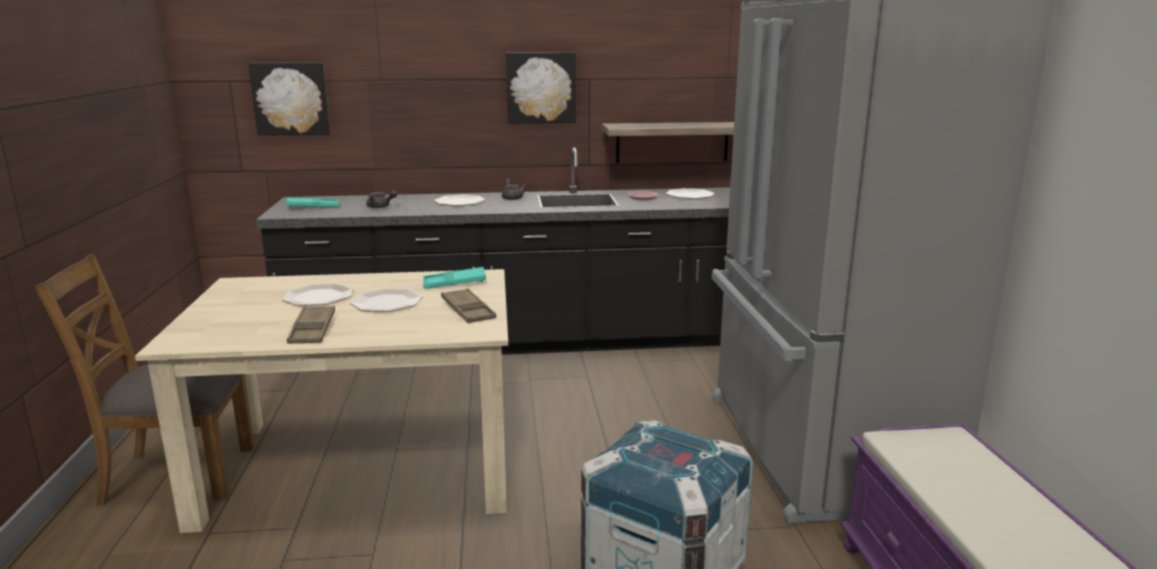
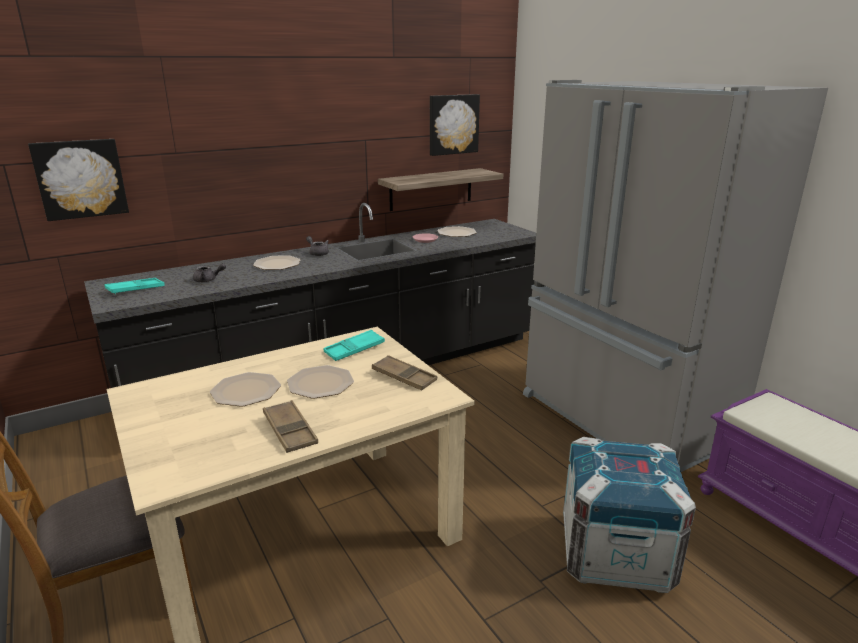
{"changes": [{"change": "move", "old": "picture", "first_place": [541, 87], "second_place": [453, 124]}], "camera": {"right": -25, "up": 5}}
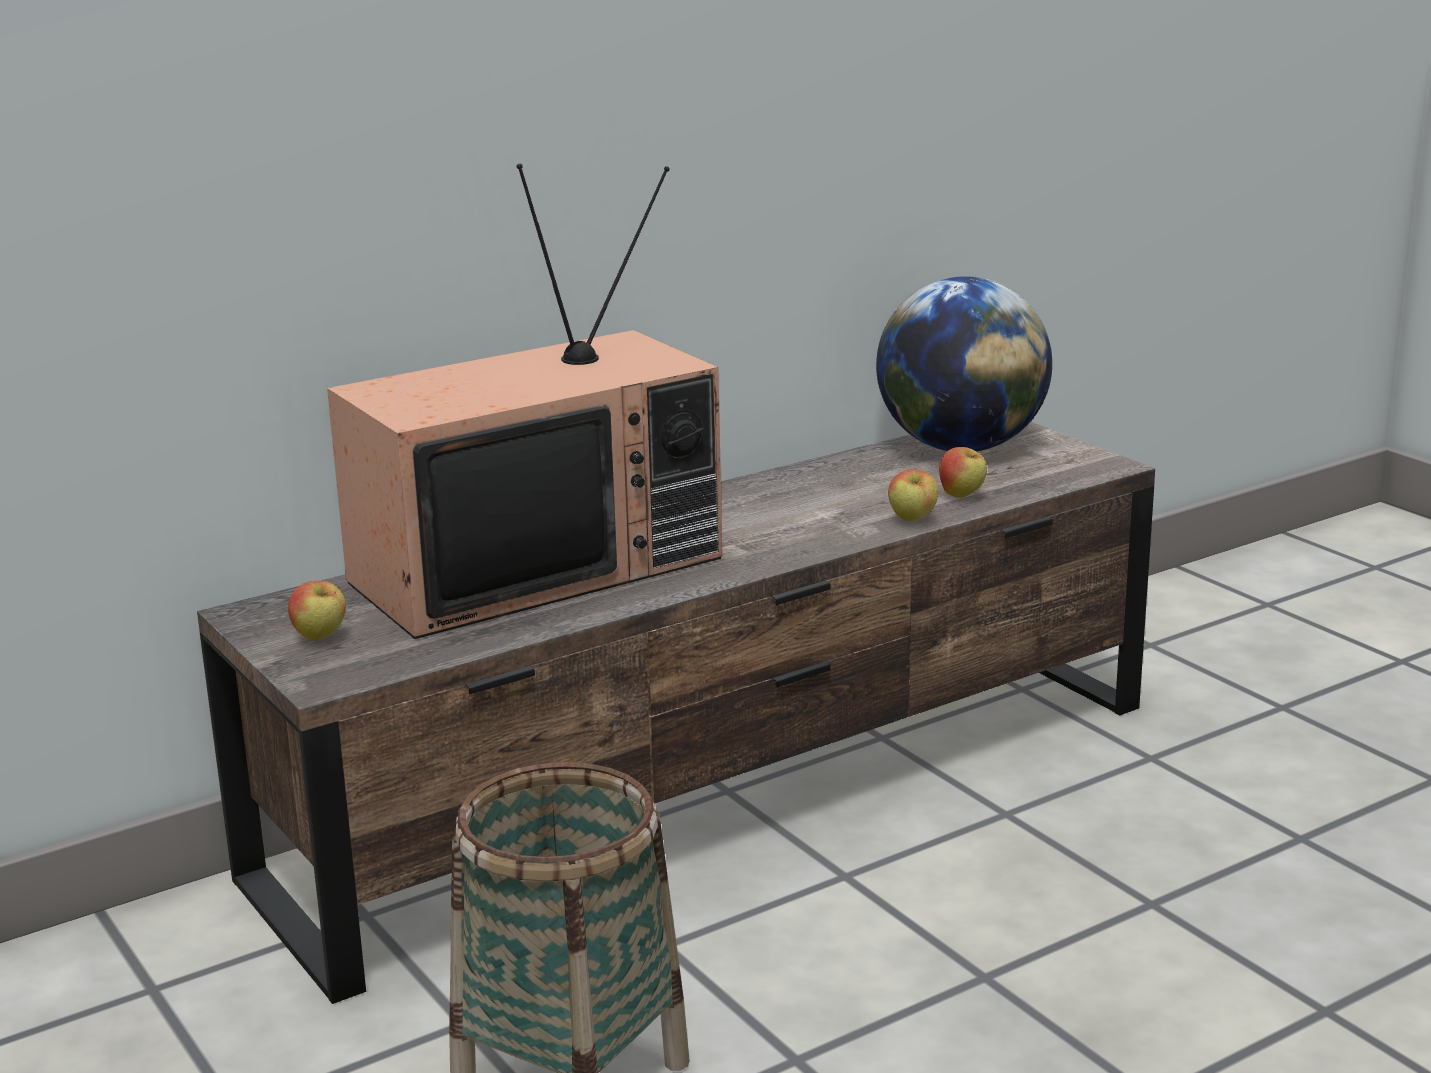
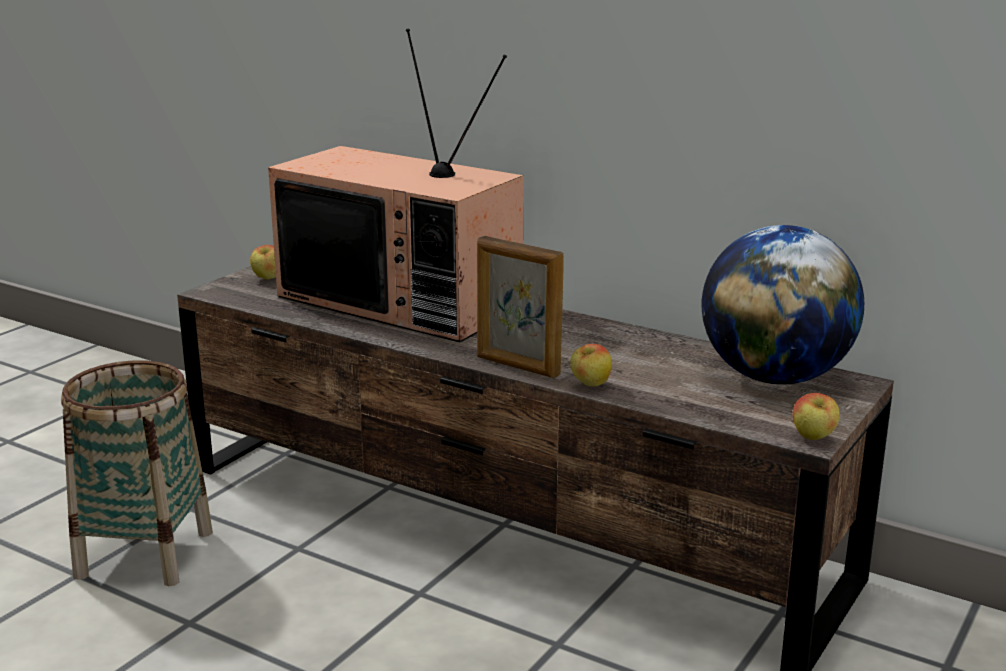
{"changes": [{"change": "insert", "new": "picture frame", "second_place": [517, 366]}, {"change": "move", "old": "apple", "first_place": [962, 496], "second_place": [813, 438]}], "camera": {"right": 65, "up": 0}}
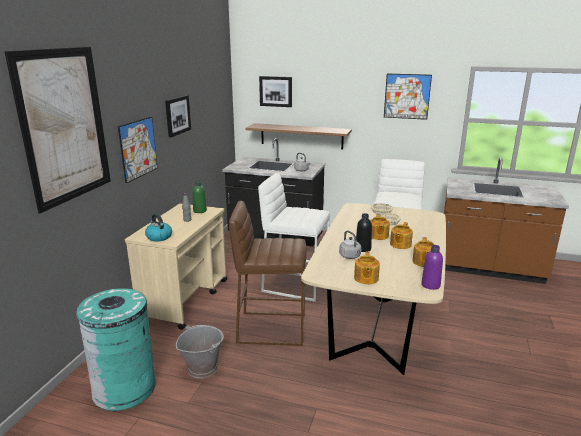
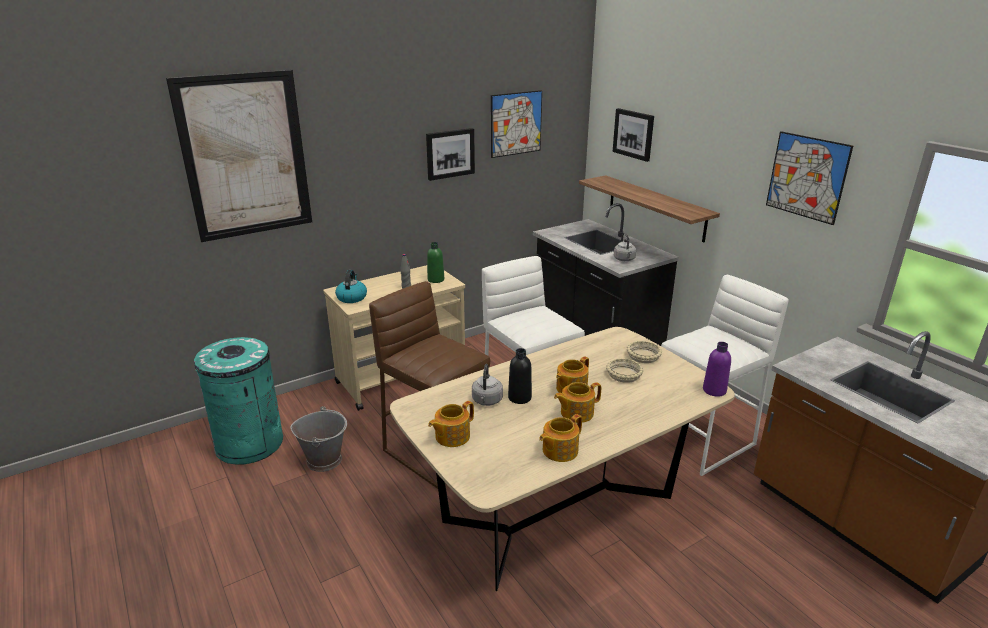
{"changes": [{"change": "move", "old": "picture", "first_place": [138, 148], "second_place": [516, 123]}, {"change": "move", "old": "purple bottle", "first_place": [430, 285], "second_place": [714, 390]}], "camera": {"right": 40, "up": 5}}
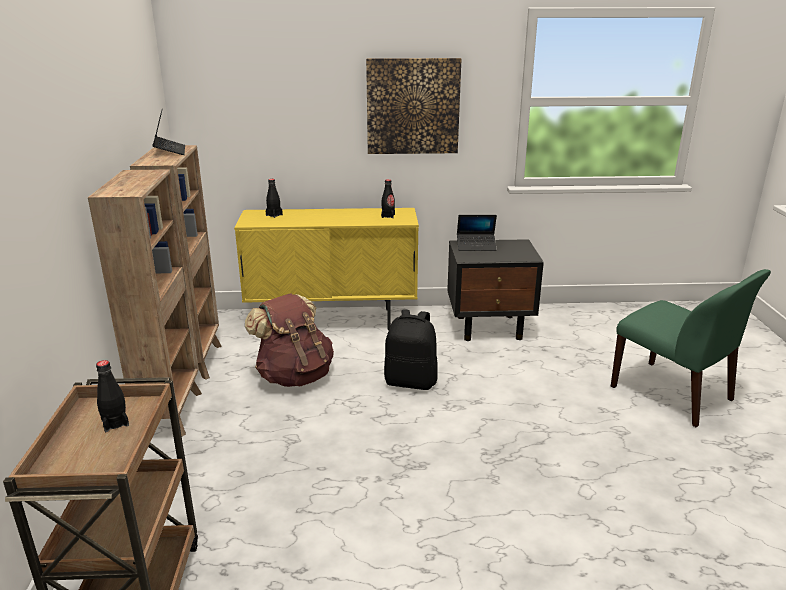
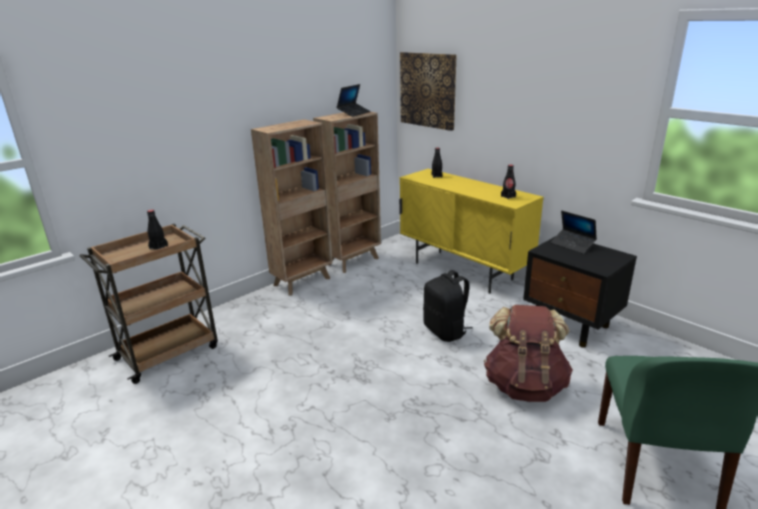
{"changes": [{"change": "move", "old": "picture", "first_place": [413, 106], "second_place": [428, 90]}, {"change": "move", "old": "brown backpack", "first_place": [294, 376], "second_place": [524, 386]}], "camera": {"right": 50, "up": 0}}
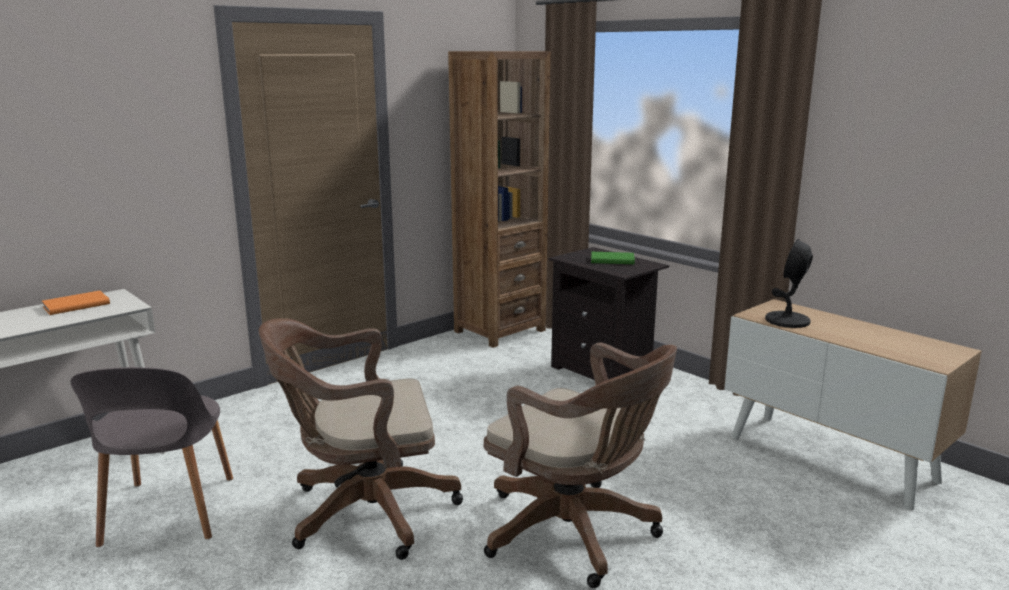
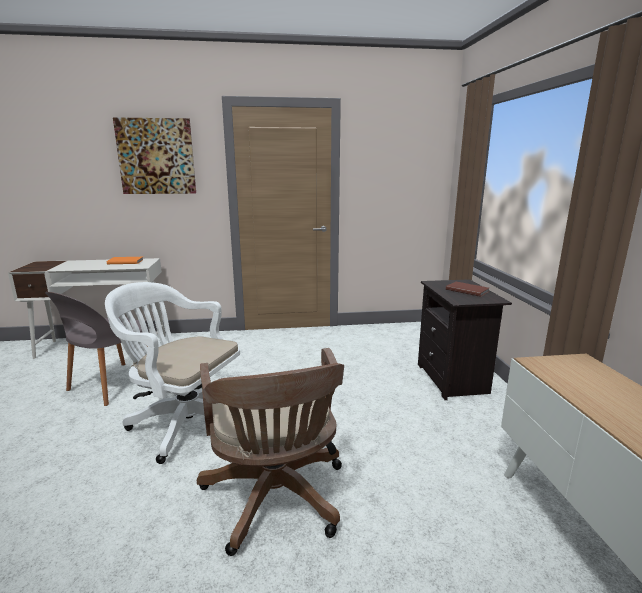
{"changes": [{"change": "recolor", "old": "brown office chair", "new": "white office chair", "first_place": [363, 513], "second_place": [184, 422]}, {"change": "insert", "new": "picture", "second_place": [156, 156]}, {"change": "recolor", "old": "green book", "new": "brown book", "first_place": [611, 260], "second_place": [467, 290]}, {"change": "delete", "old": "brown bookcase", "first_place": [499, 331]}, {"change": "delete", "old": "black table lamp", "first_place": [787, 320]}], "camera": {"right": 35, "up": 0}}
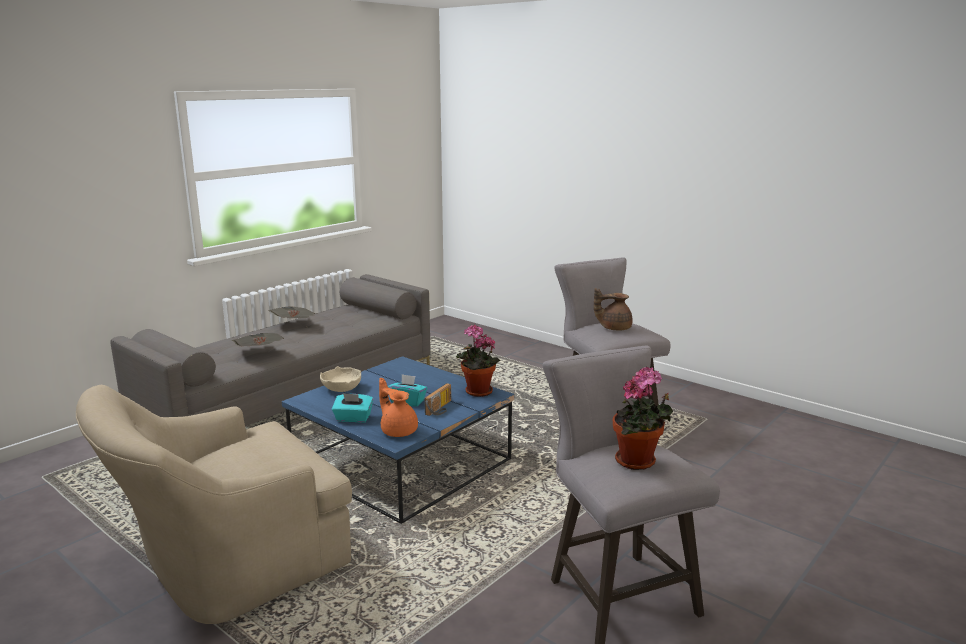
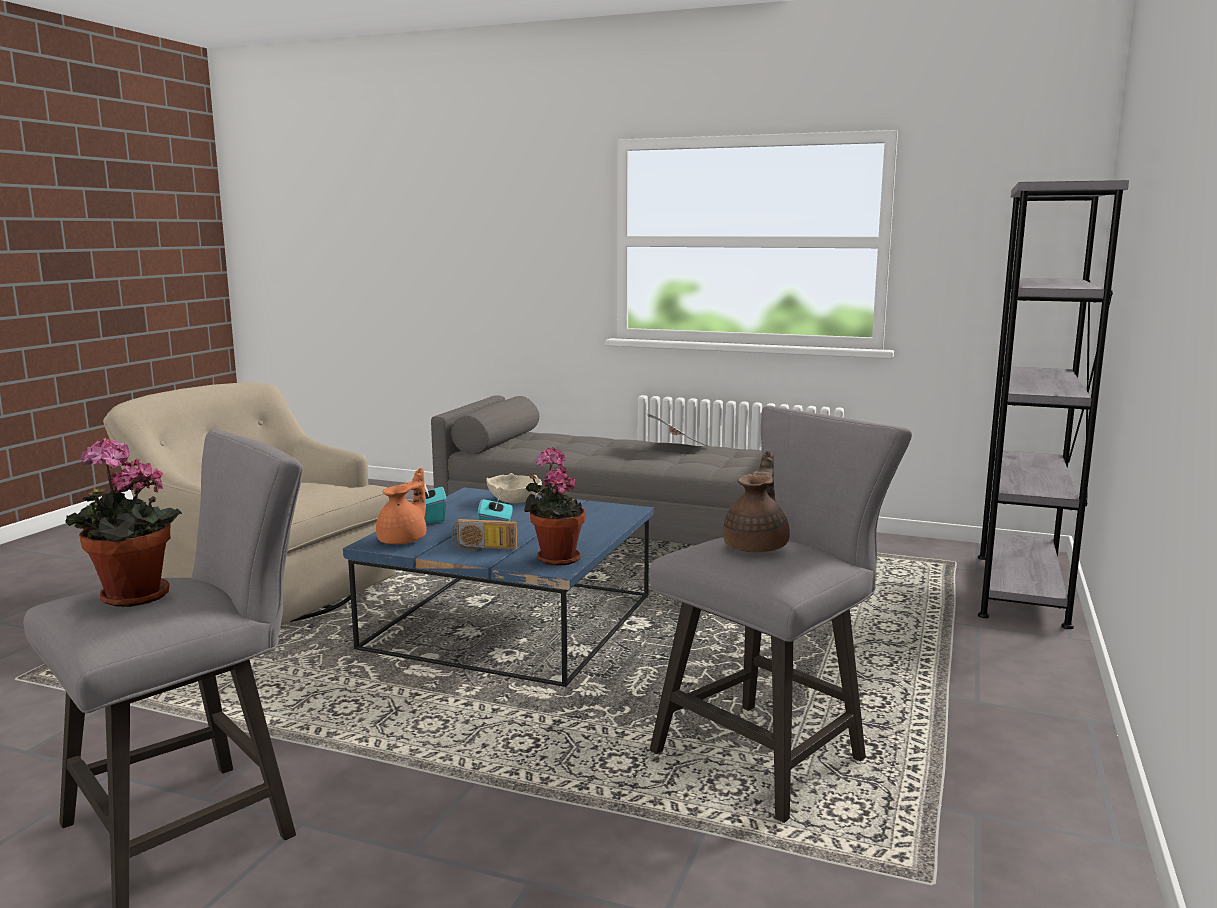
{"changes": [{"change": "rotate", "old": "brown teapot", "first_place": [613, 328], "second_place": [757, 546], "degrees": 45}, {"change": "insert", "new": "grey bookcase", "second_place": [1020, 589]}, {"change": "delete", "old": "newspaper", "first_place": [260, 353]}], "camera": {"right": 70, "up": -5}}
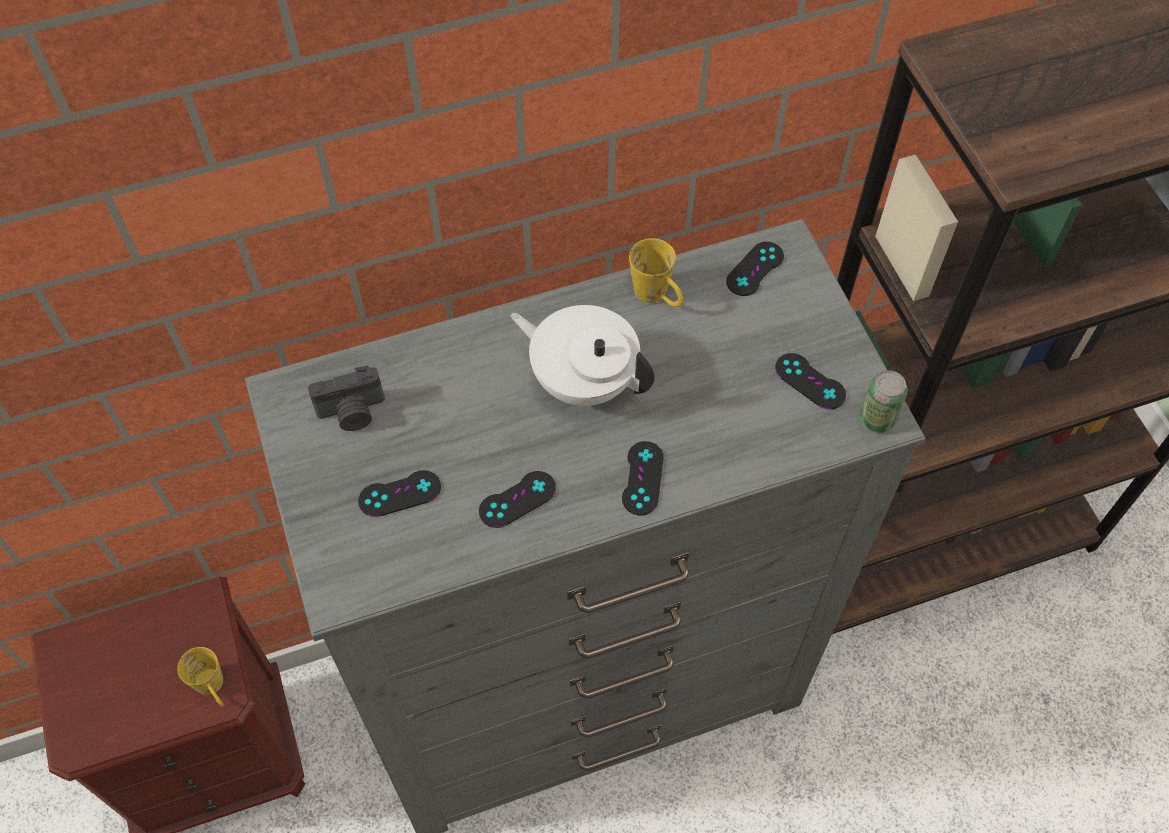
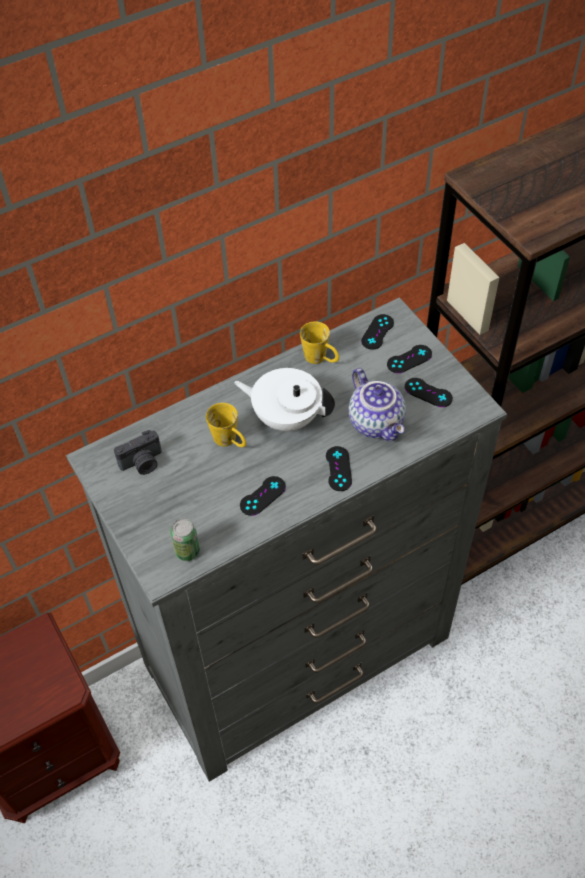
{"changes": [{"change": "move", "old": "can", "first_place": [876, 419], "second_place": [187, 551]}, {"change": "move", "old": "yellow mug", "first_place": [214, 689], "second_place": [230, 441]}, {"change": "insert", "new": "teapot", "second_place": [377, 422]}, {"change": "move", "old": "black game controller", "first_place": [399, 494], "second_place": [409, 359]}], "camera": {"right": -10, "up": -5}}
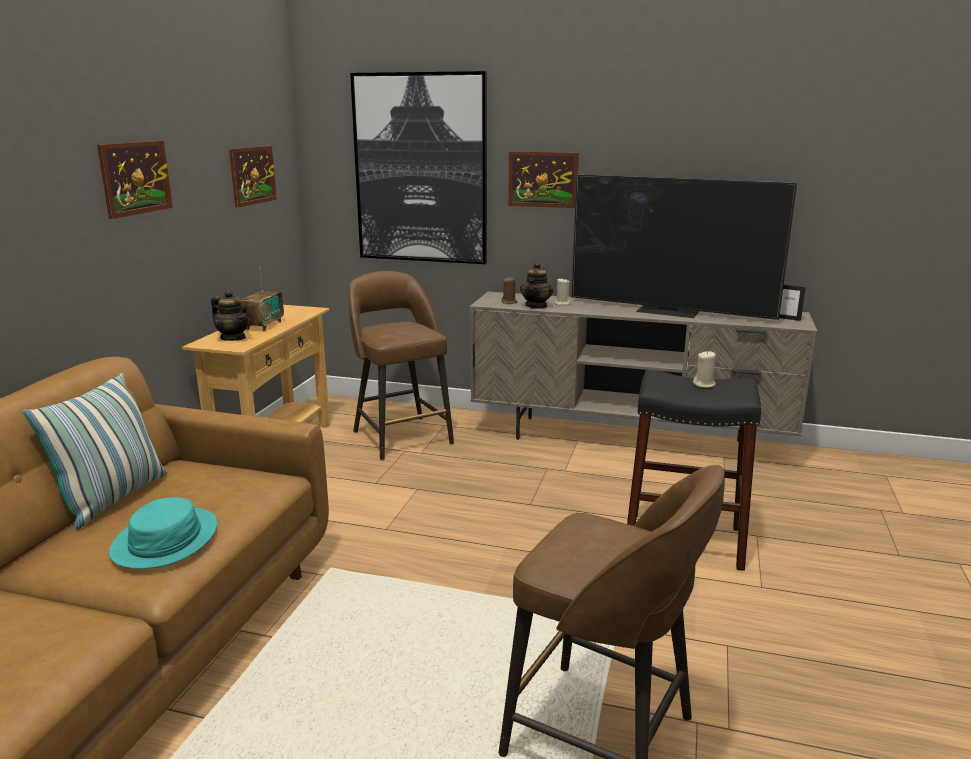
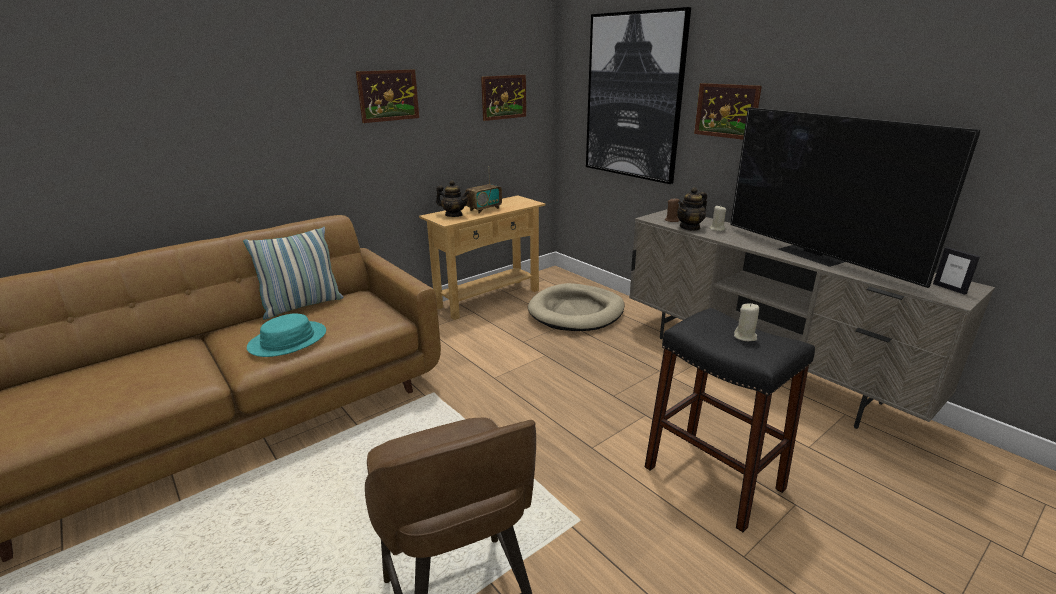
{"changes": [{"change": "rotate", "old": "teapot", "first_place": [233, 338], "second_place": [454, 215], "degrees": -45}, {"change": "replace", "old": "brown stool", "new": "beige dog bed", "first_place": [401, 436], "second_place": [576, 312]}], "camera": {"right": 35, "up": 5}}
